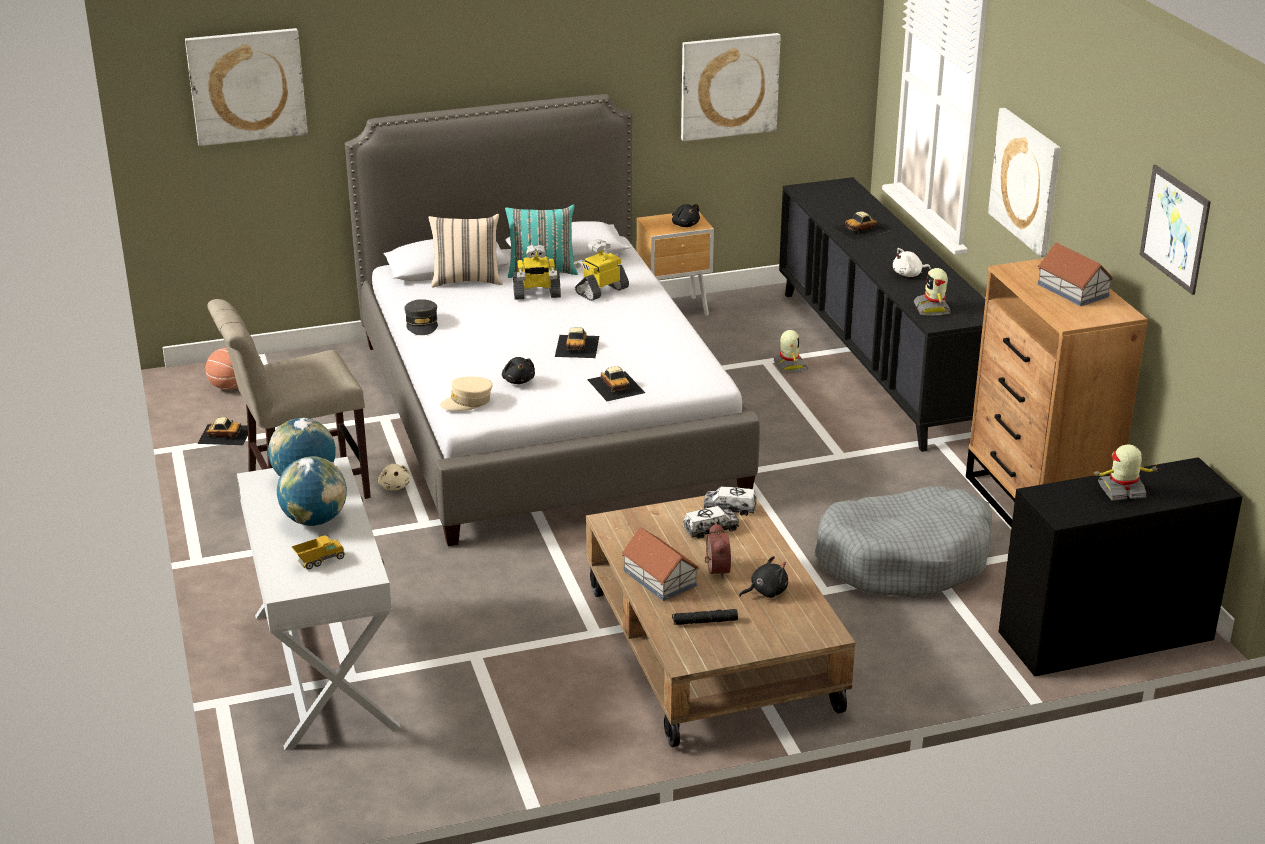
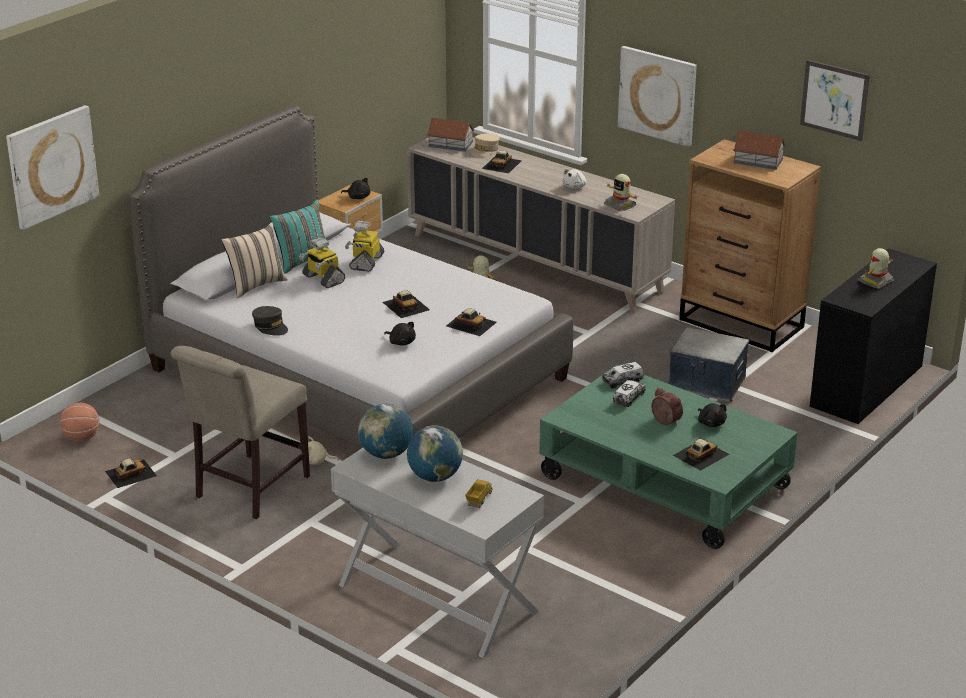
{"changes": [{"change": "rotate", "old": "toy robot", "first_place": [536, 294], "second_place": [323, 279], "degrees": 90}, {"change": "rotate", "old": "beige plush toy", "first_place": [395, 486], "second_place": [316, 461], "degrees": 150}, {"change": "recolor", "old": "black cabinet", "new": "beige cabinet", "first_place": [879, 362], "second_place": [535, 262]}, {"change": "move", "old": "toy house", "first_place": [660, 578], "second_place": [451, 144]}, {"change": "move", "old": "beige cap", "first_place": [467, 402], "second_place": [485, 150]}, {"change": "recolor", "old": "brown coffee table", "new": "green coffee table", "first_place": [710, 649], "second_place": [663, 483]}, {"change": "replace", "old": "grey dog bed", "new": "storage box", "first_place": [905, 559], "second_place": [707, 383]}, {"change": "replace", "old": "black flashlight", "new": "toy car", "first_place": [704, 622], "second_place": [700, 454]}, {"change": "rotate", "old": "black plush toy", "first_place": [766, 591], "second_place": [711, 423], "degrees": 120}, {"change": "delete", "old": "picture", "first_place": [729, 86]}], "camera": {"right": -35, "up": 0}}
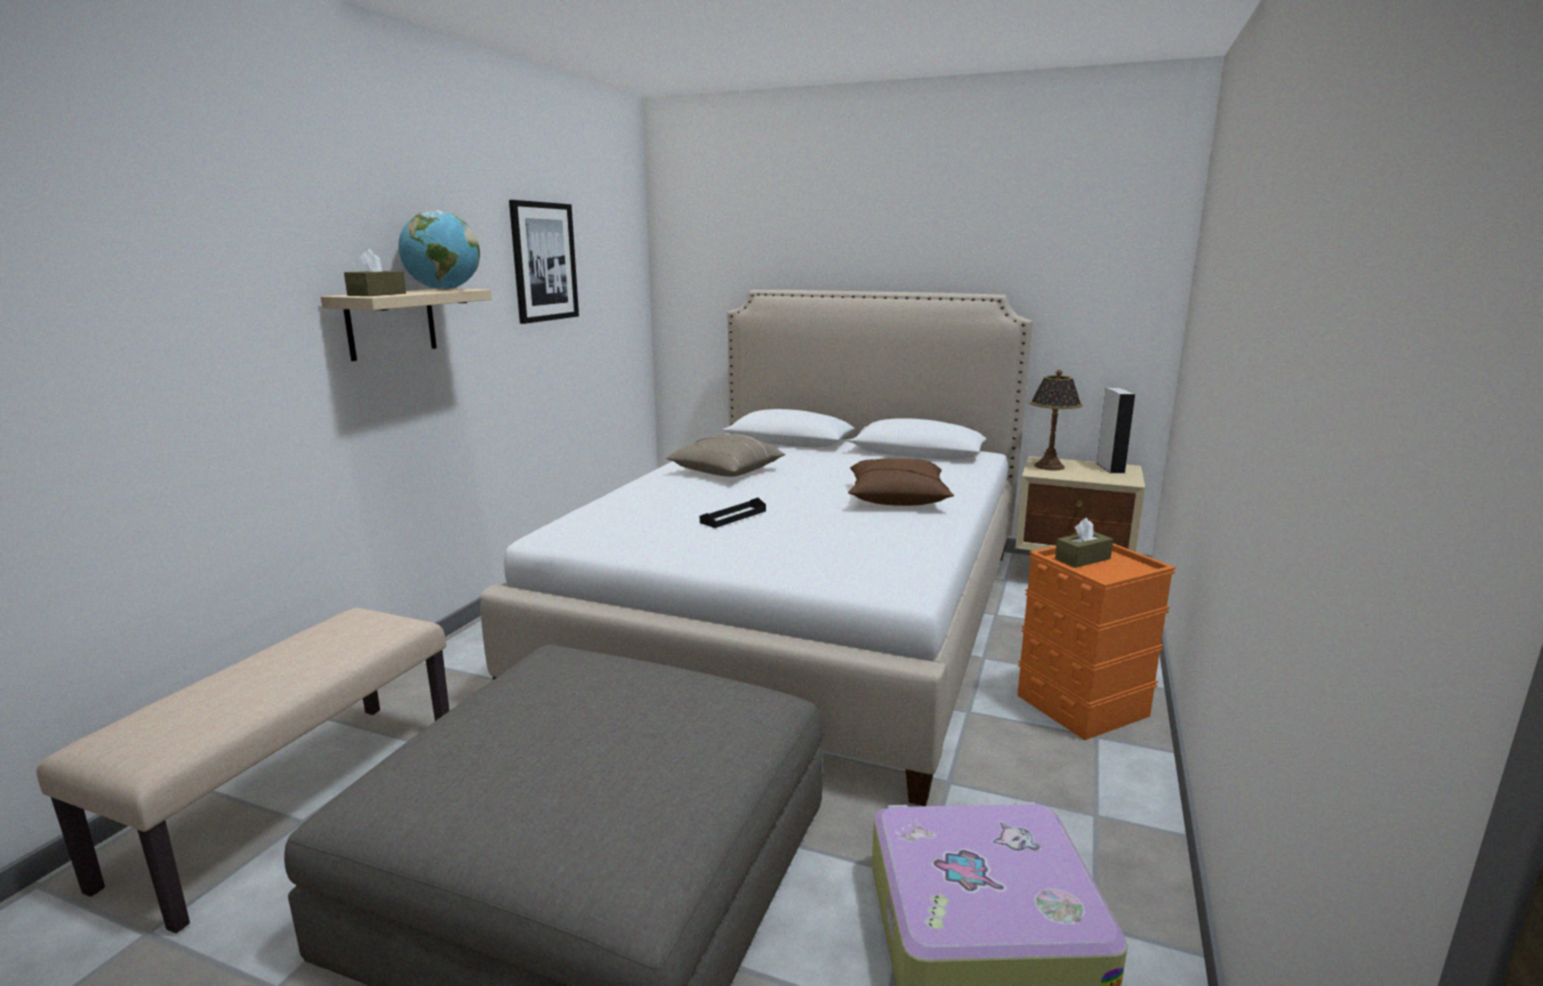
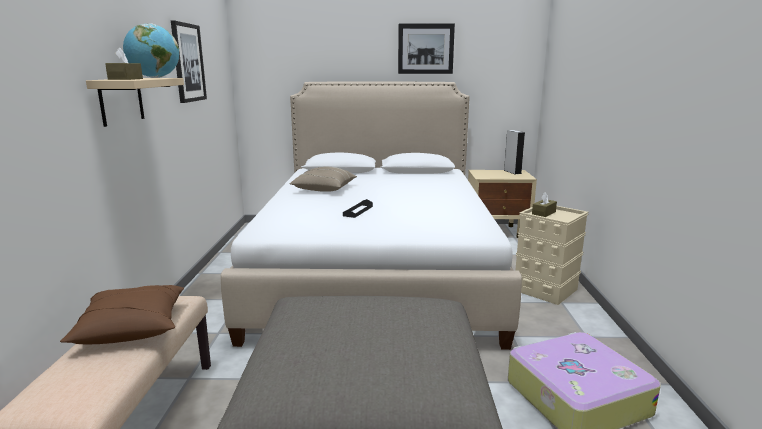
{"changes": [{"change": "move", "old": "brown pillow", "first_place": [897, 498], "second_place": [132, 328]}, {"change": "insert", "new": "picture", "second_place": [425, 49]}, {"change": "recolor", "old": "orange storage box", "new": "beige storage box", "first_place": [1082, 706], "second_place": [546, 290]}, {"change": "delete", "old": "table lamp", "first_place": [1049, 466]}], "camera": {"right": -20, "up": 0}}
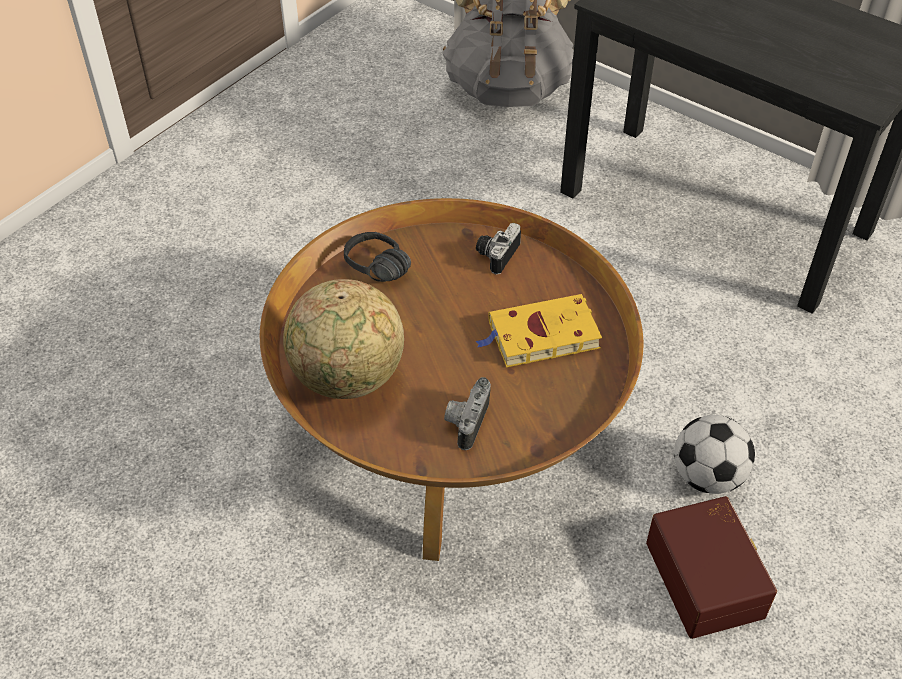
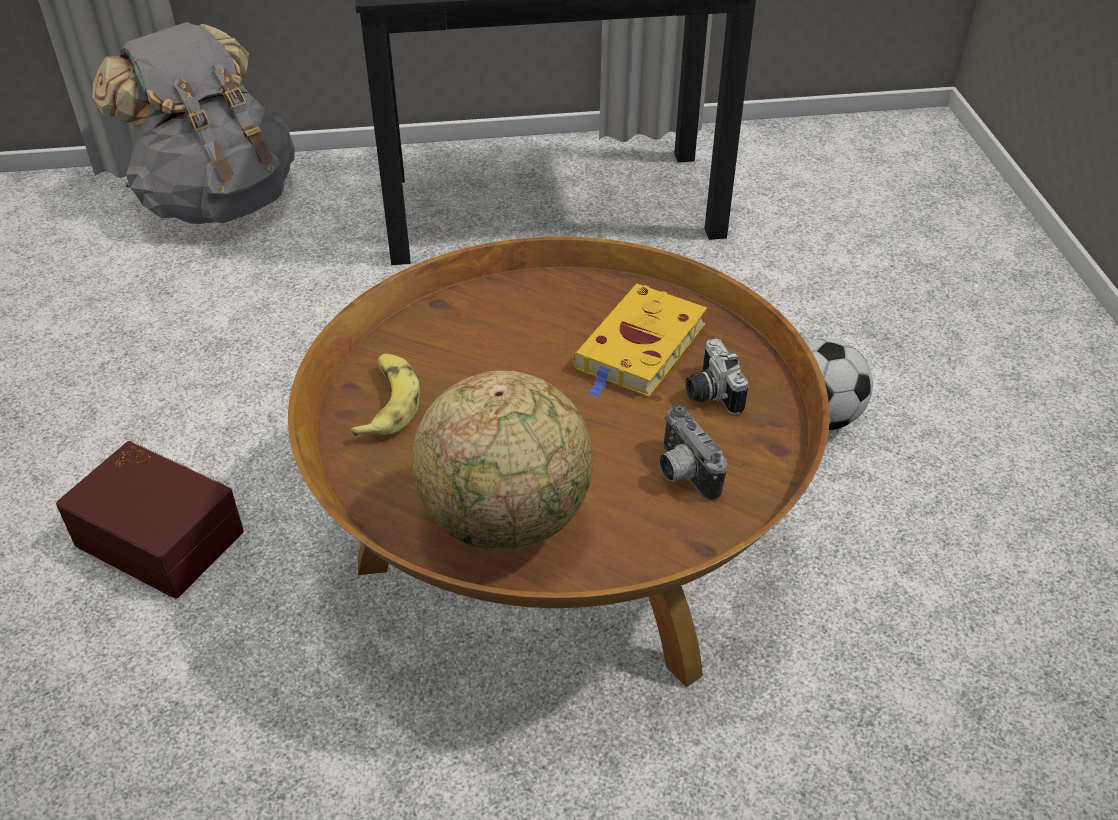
{"changes": [{"change": "move", "old": "brown storage box", "first_place": [707, 578], "second_place": [162, 535]}, {"change": "replace", "old": "black headphones", "new": "banana", "first_place": [371, 273], "second_place": [387, 403]}, {"change": "move", "old": "photo camera", "first_place": [495, 254], "second_place": [709, 393]}], "camera": {"right": -45, "up": -5}}
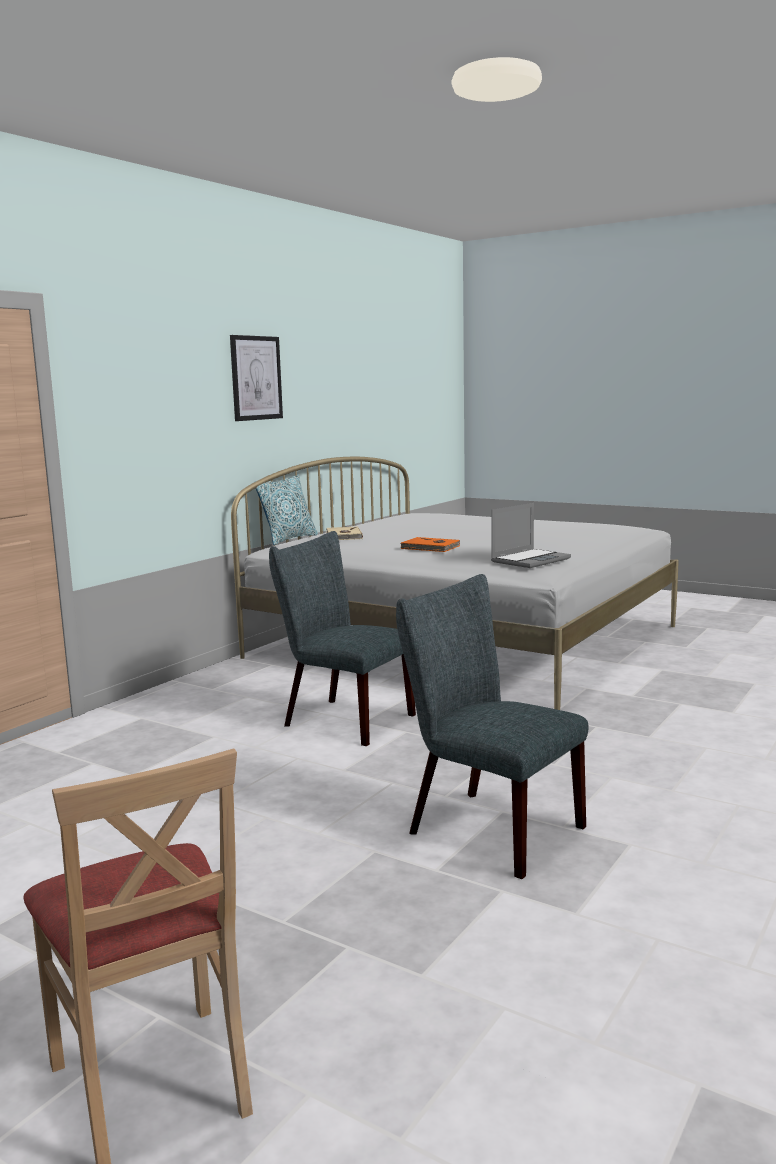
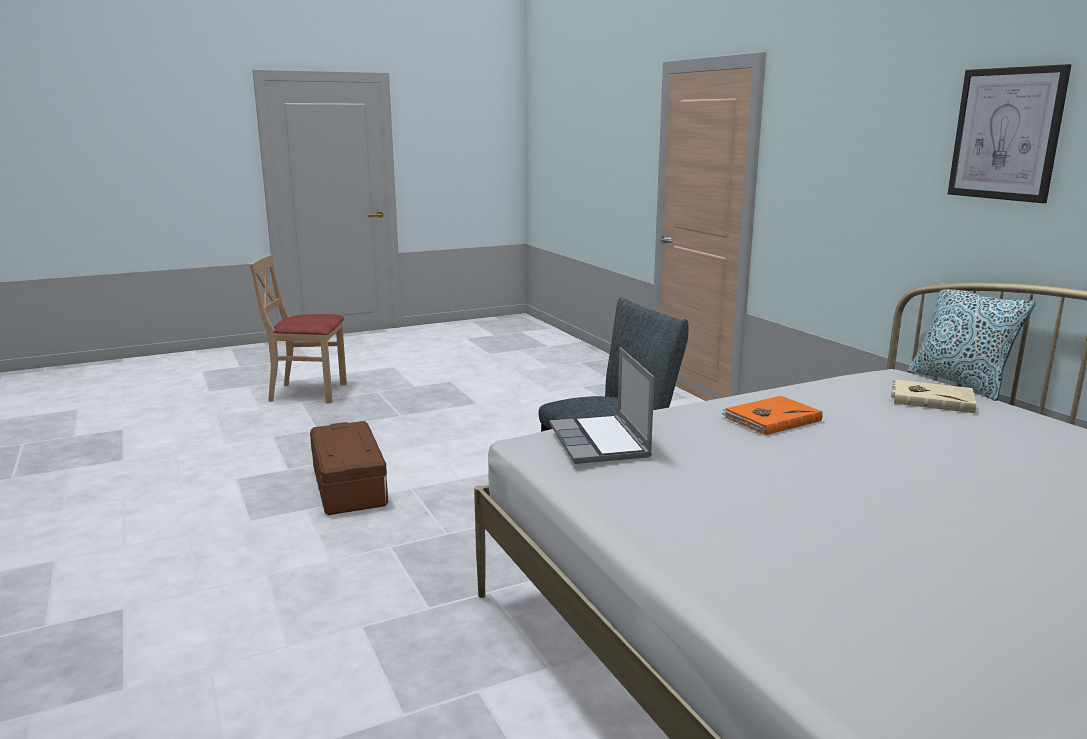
{"changes": [{"change": "replace", "old": "grey chair", "new": "brown storage box", "first_place": [485, 828], "second_place": [350, 486]}], "camera": {"right": 120, "up": 5}}
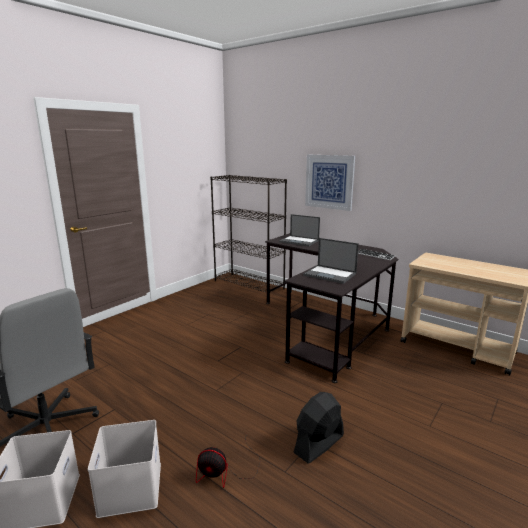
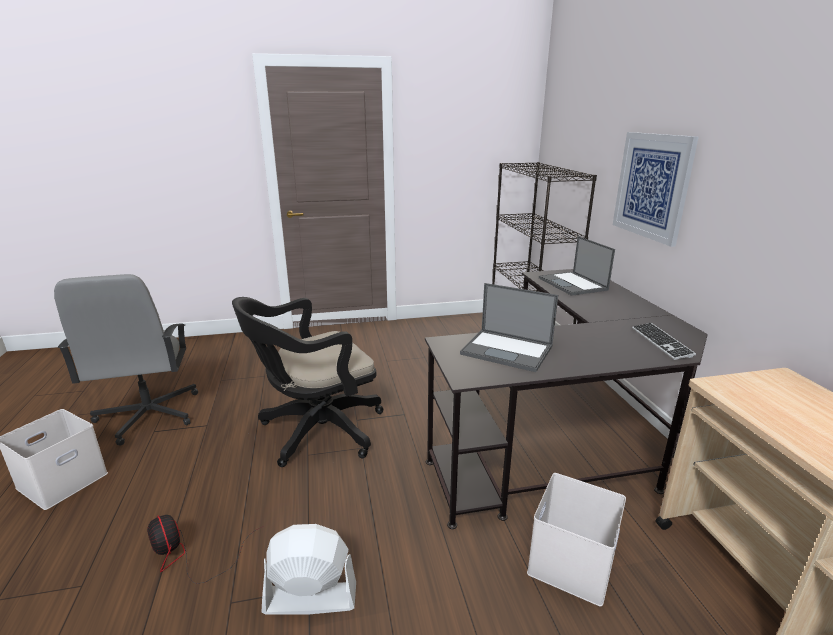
{"changes": [{"change": "insert", "new": "black office chair", "second_place": [316, 432]}, {"change": "recolor", "old": "black fan", "new": "white fan", "first_place": [318, 444], "second_place": [310, 598]}, {"change": "rotate", "old": "laptop", "first_place": [330, 274], "second_place": [508, 350], "degrees": -45}, {"change": "move", "old": "white storage box", "first_place": [129, 487], "second_place": [570, 560]}], "camera": {"right": 40, "up": 5}}
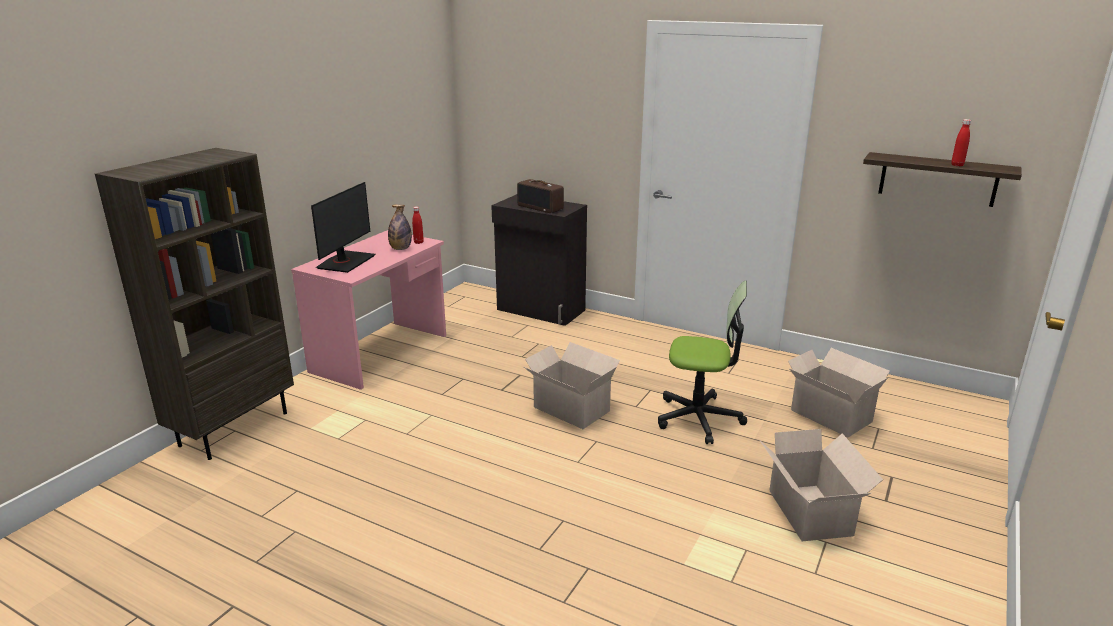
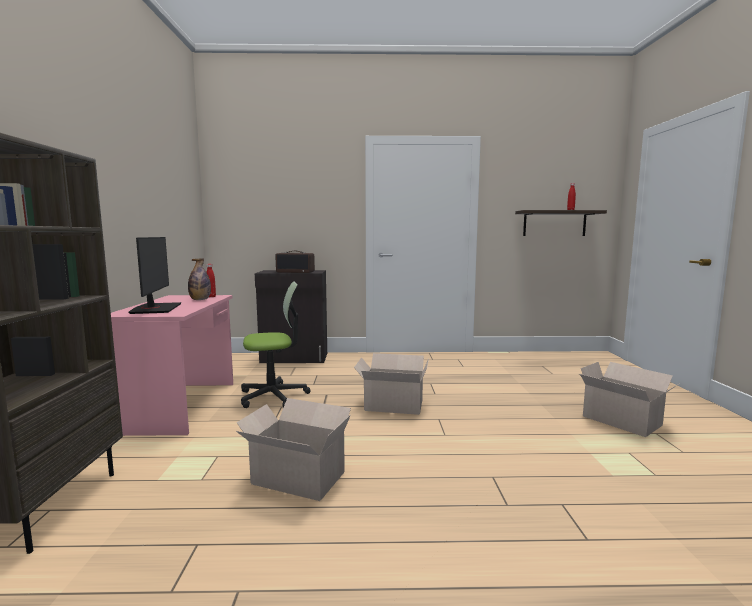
{"changes": [{"change": "move", "old": "cardboard box", "first_place": [829, 415], "second_place": [296, 477]}, {"change": "move", "old": "office chair", "first_place": [699, 418], "second_place": [273, 396]}], "camera": {"right": -30, "up": -15}}
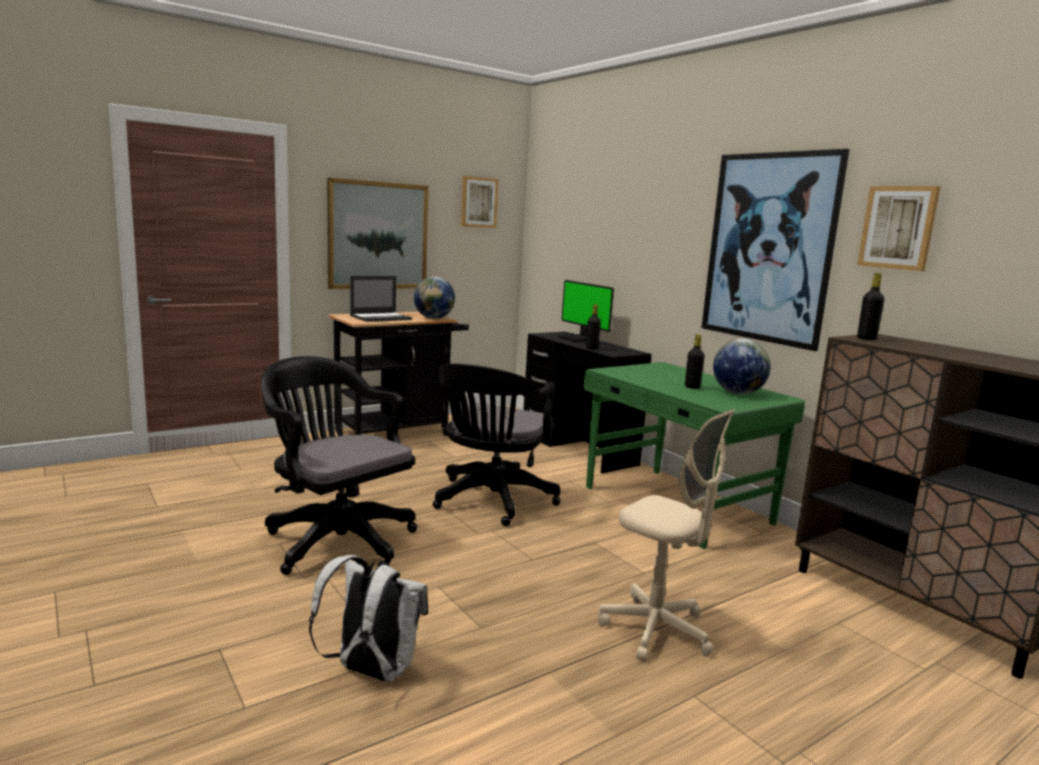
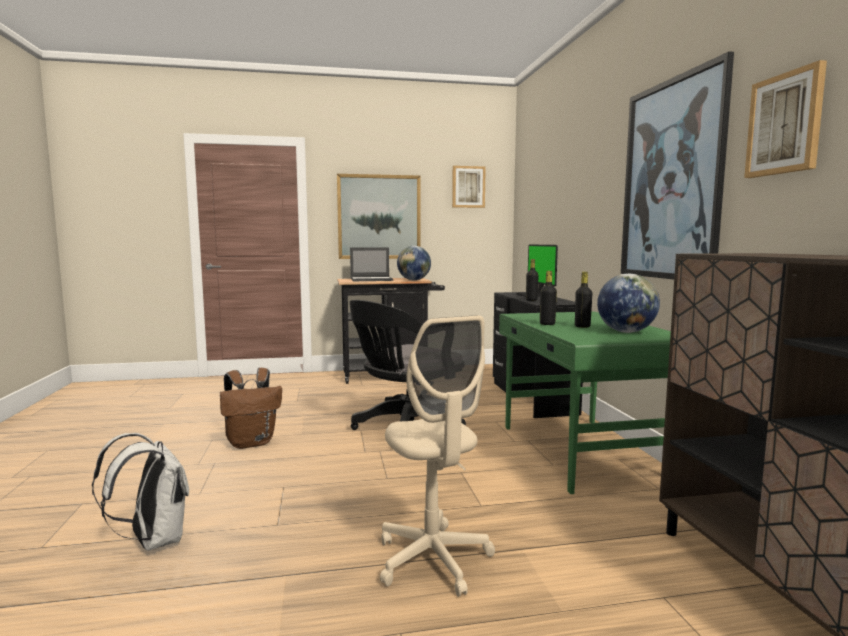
{"changes": [{"change": "replace", "old": "black office chair", "new": "brown backpack", "first_place": [336, 540], "second_place": [252, 442]}, {"change": "move", "old": "black bottle", "first_place": [866, 338], "second_place": [547, 324]}], "camera": {"right": 25, "up": -5}}
